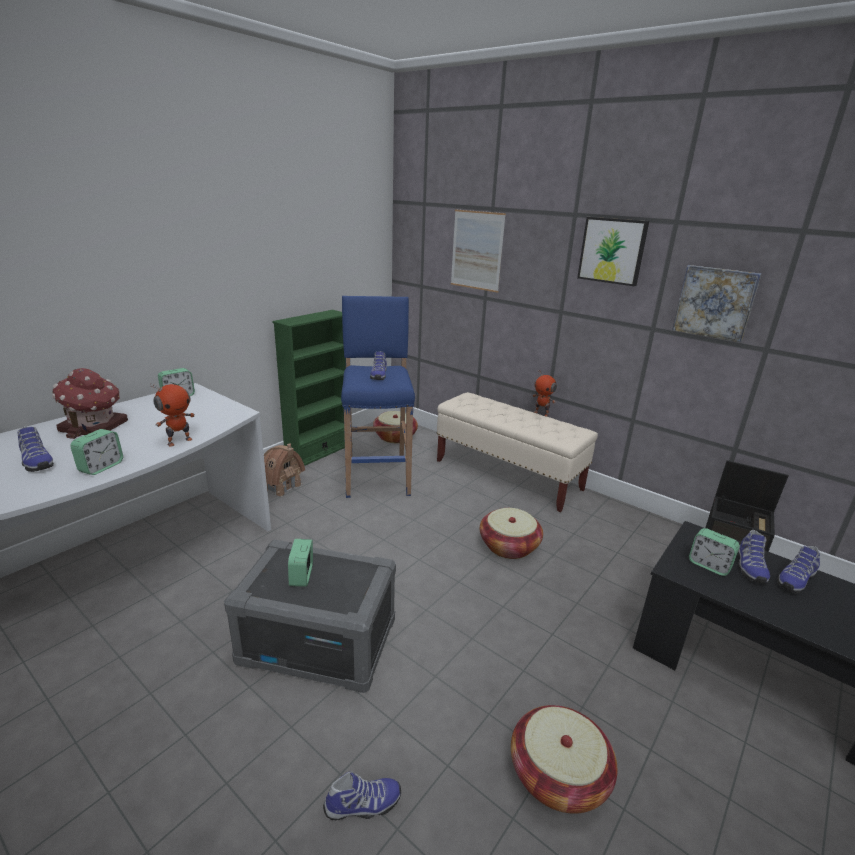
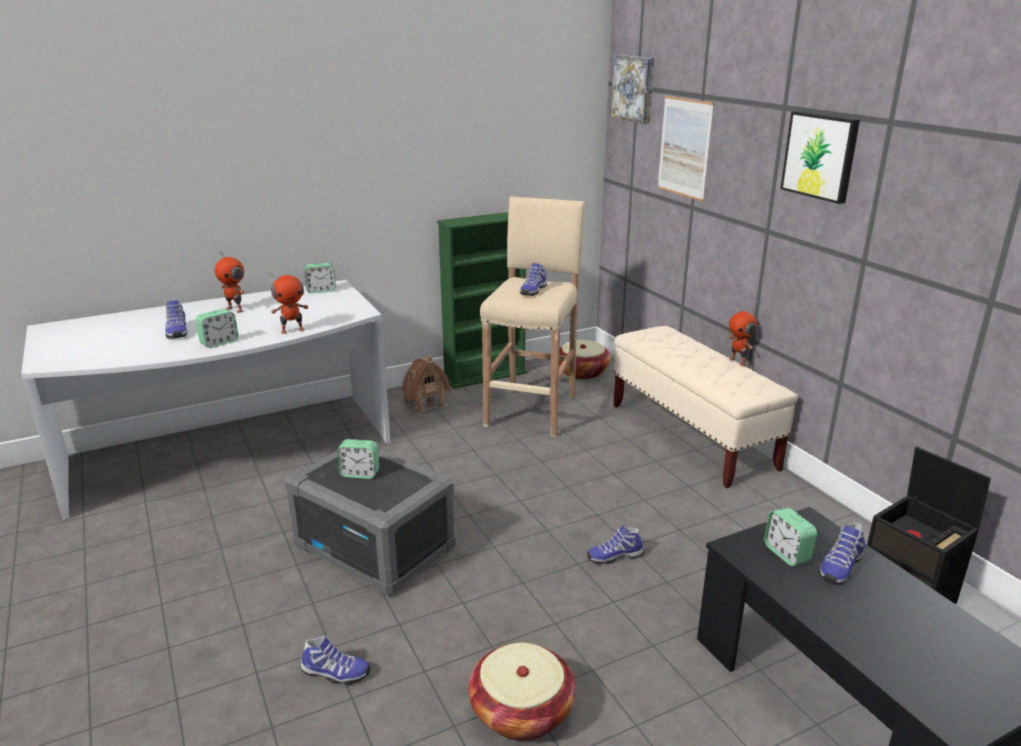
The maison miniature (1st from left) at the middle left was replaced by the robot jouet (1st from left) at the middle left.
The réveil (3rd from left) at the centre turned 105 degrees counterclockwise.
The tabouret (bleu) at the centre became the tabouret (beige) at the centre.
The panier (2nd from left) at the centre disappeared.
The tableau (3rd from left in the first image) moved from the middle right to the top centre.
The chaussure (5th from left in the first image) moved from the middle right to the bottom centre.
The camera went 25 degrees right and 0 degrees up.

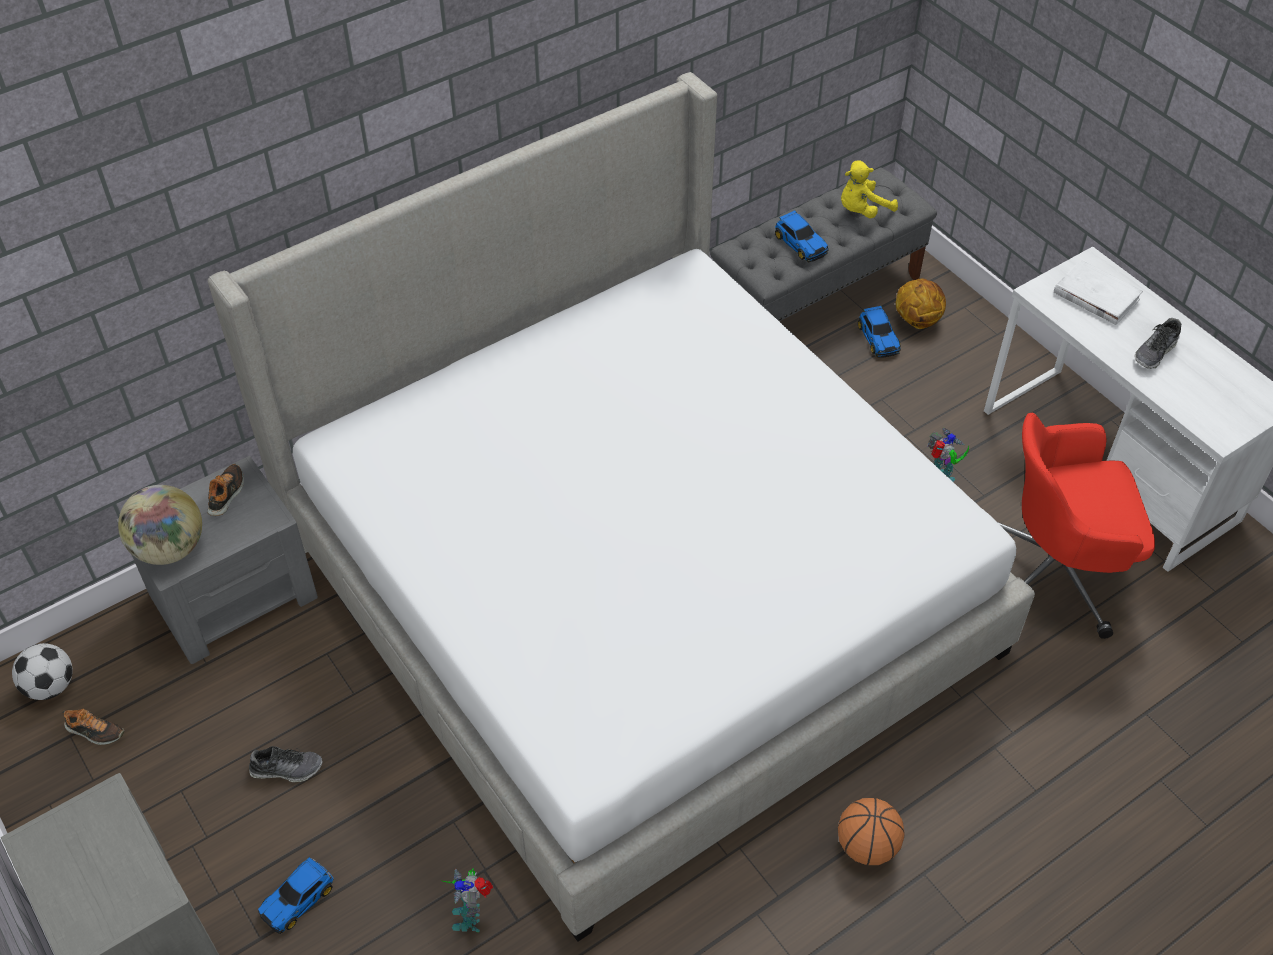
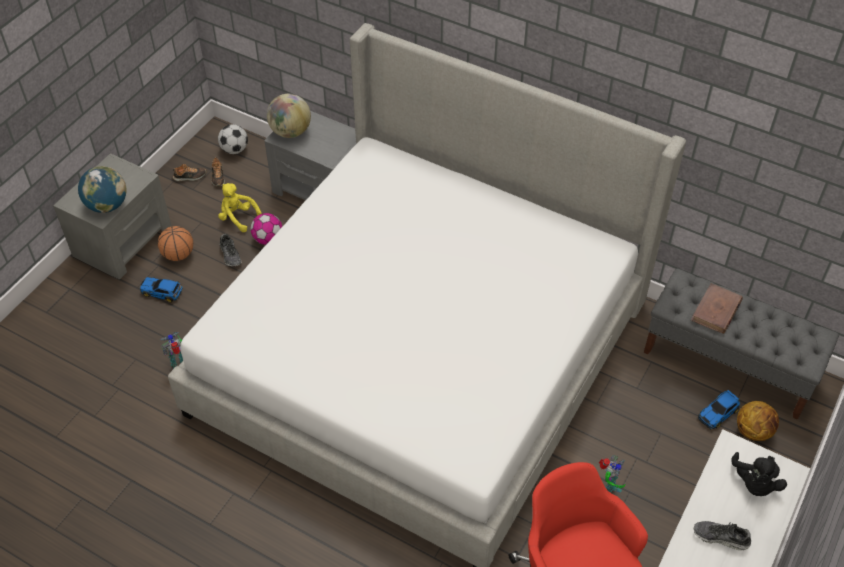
The chaussure (2nd from left in the first image) moved from the middle left to the top left.
The petite voiture (2nd from left) at the top centre was replaced by the livre (marron) at the middle right.
The ballon de basket (1st from left) moved from the bottom right to the middle left.
The peluche (jaune) moved from the top right to the middle left.
The livre (blanc) at the top right was replaced by the peluche (noir) at the bottom right.
The globe (1st from left) at the middle left appeared.
The ballon de foot (2nd from left) at the middle left appeared.
The camera went 65 degrees right and 0 degrees up.

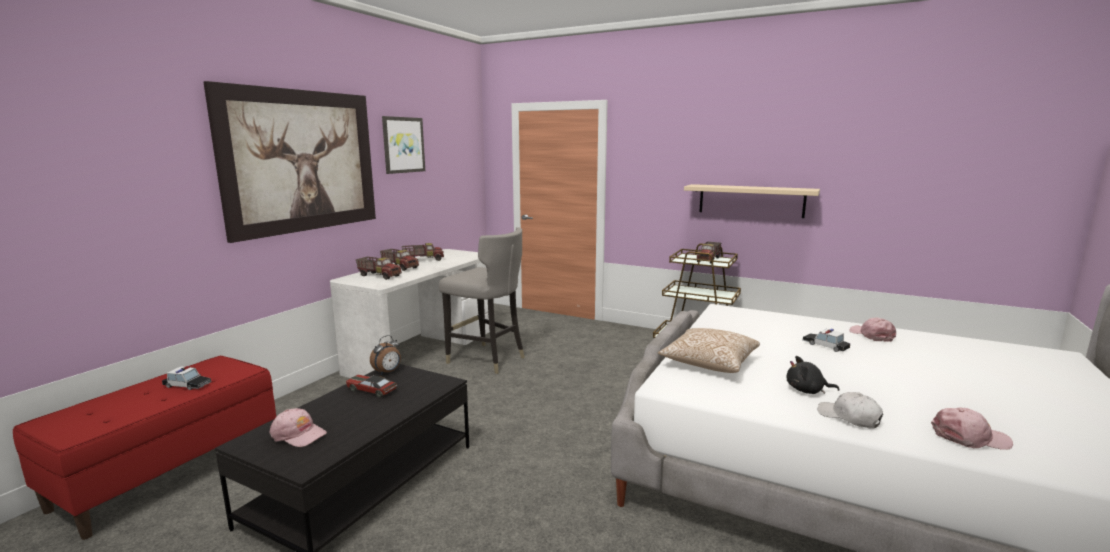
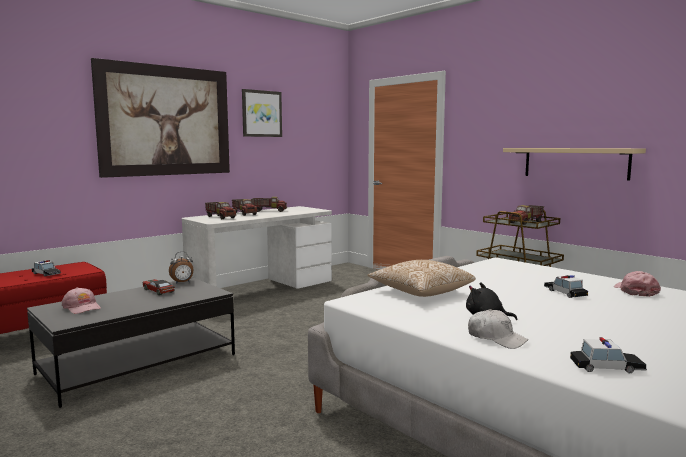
The tabouret (gris) at the centre disappeared.
The casquette (blanc) at the bottom right turned 150 degrees clockwise.
The casquette (rose) (3rd from left) at the bottom right was replaced by the petite voiture (4th from left) at the bottom right.
The camera went 20 degrees right and 5 degrees down.

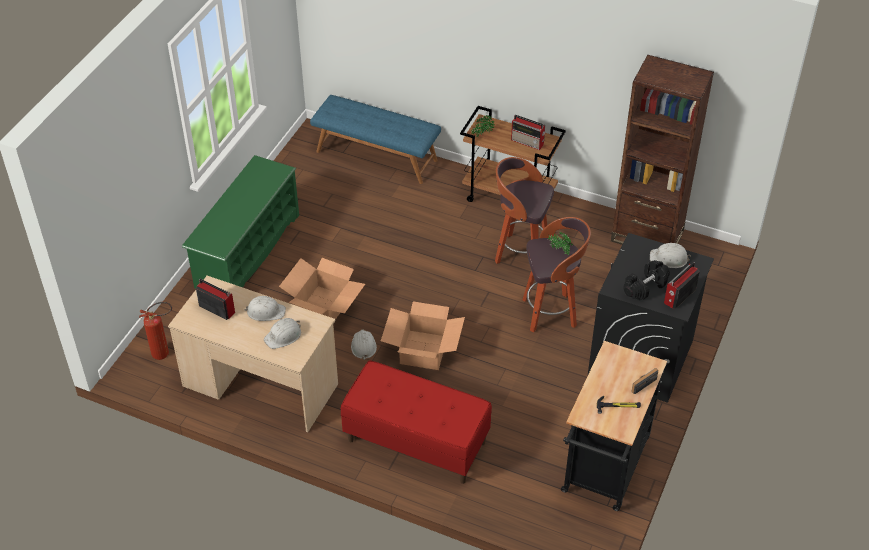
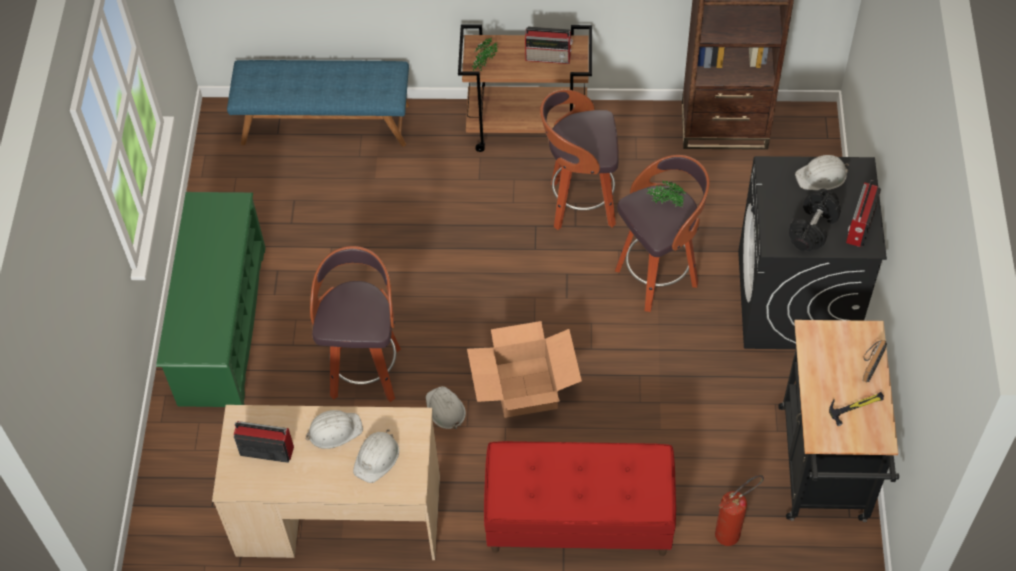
The extincteur moved from the middle left to the bottom right.
The carton (1st from left) at the centre was replaced by the tabouret (1st from left) at the centre.
The camera went 20 degrees left and 10 degrees up.

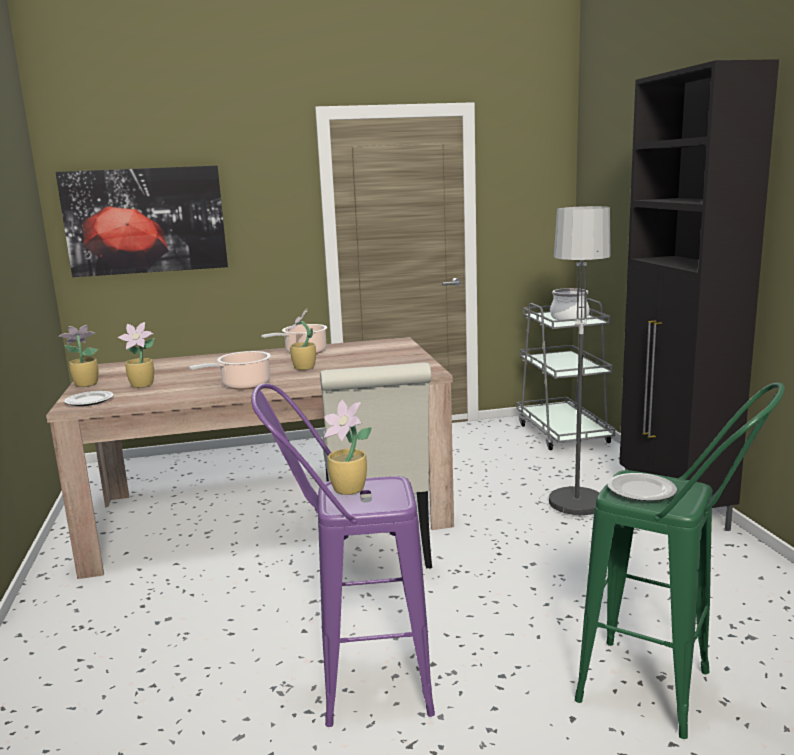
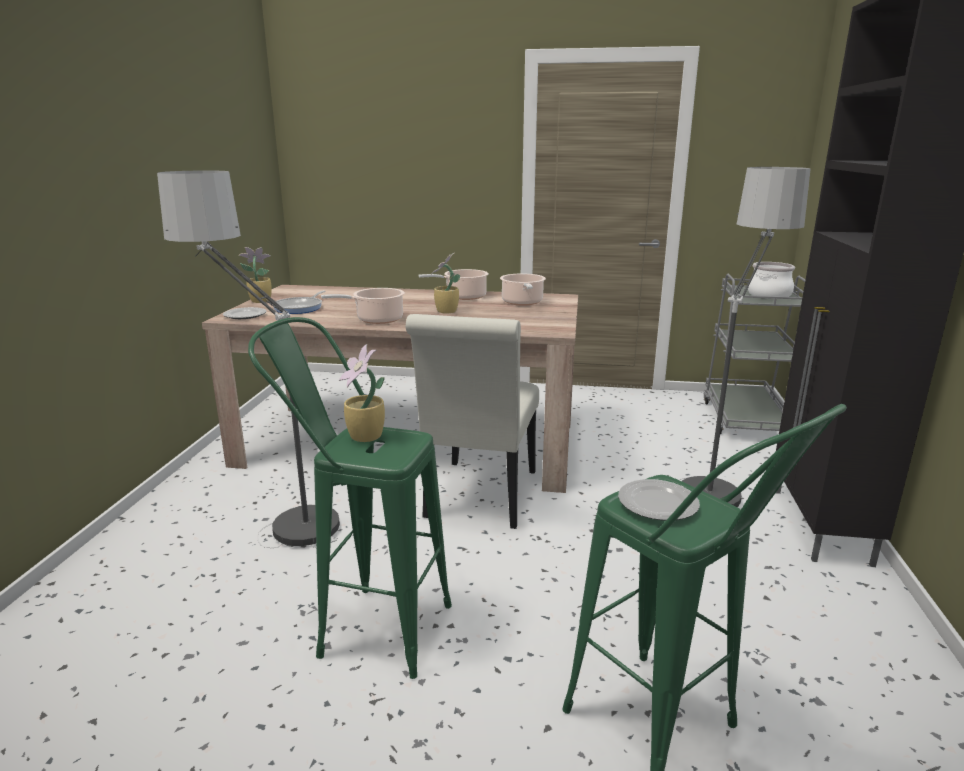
The tableau at the top left disappeared.
The plante en pot (2nd from left) at the middle left was replaced by the poêle at the middle left.
The tabouret (violet) at the bottom centre became the tabouret (vert) (1st from left) at the centre.
The lampadaire (1st from left) at the middle left appeared.
The marmite (3rd from left) at the centre appeared.
The camera went 20 degrees right and 5 degrees up.

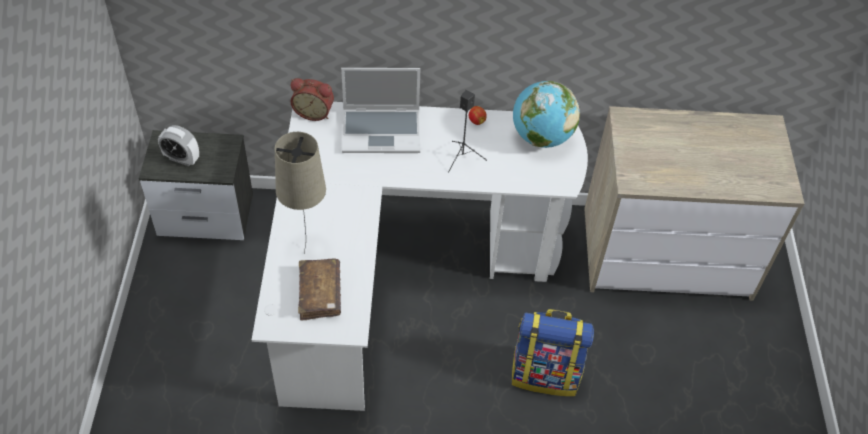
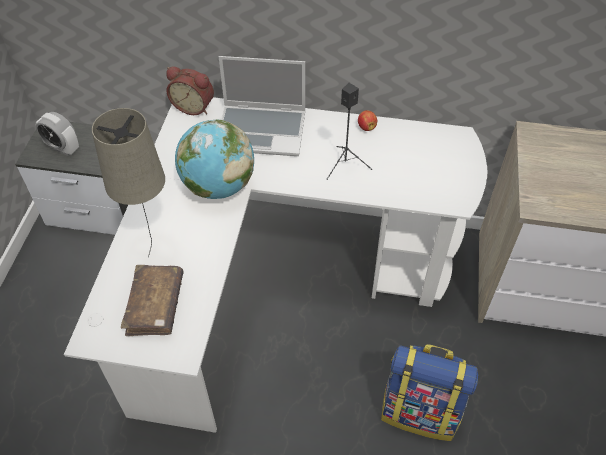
The globe moved from the top centre to the centre.
The camera went 10 degrees right and 0 degrees up.

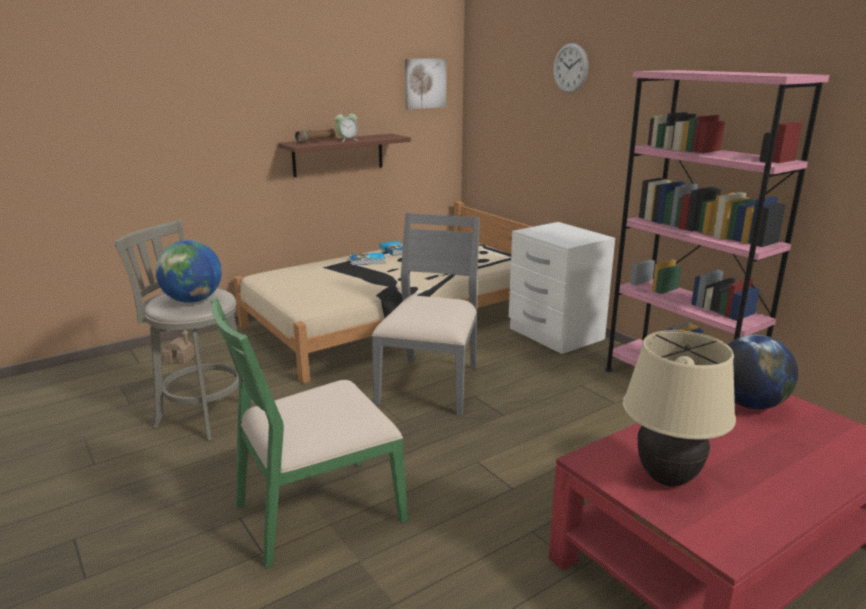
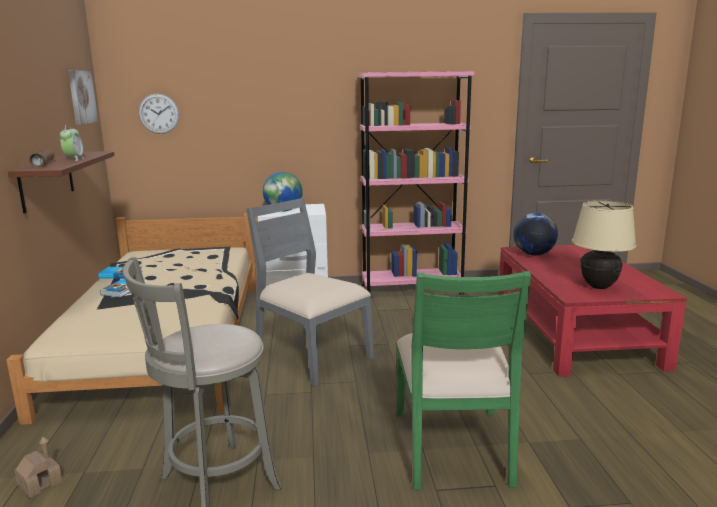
The globe (1st from left) moved from the middle left to the centre.
The horloge murale moved from the top centre to the top left.
The camera went 60 degrees left and 5 degrees down.

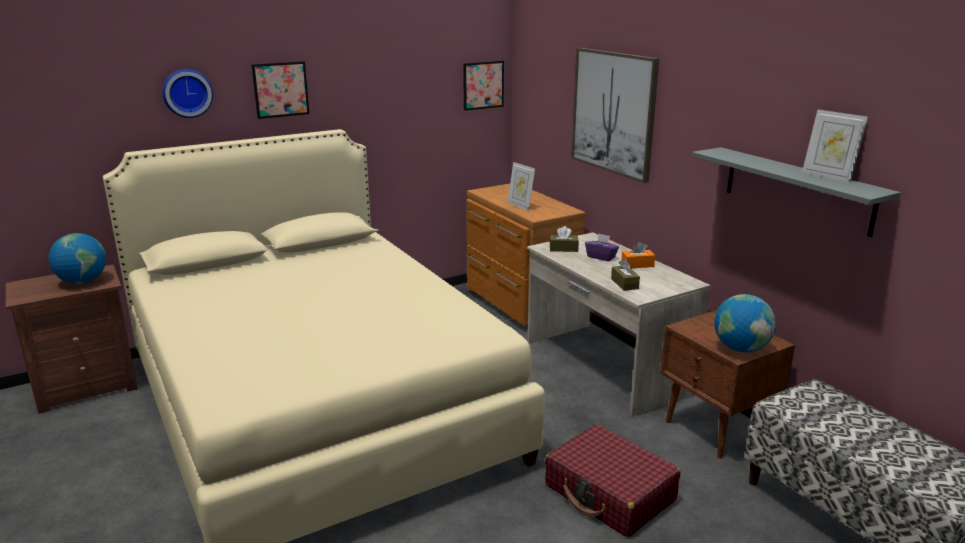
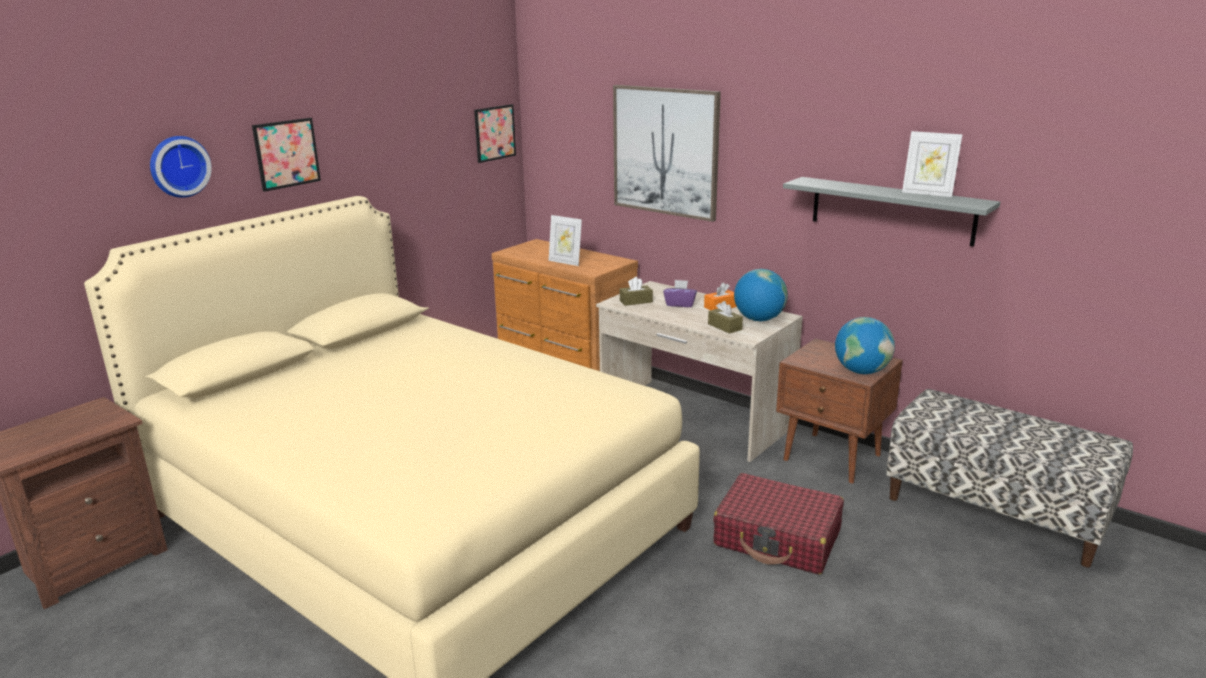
The globe (1st from left) moved from the middle left to the centre.
The camera went 20 degrees left and 0 degrees up.

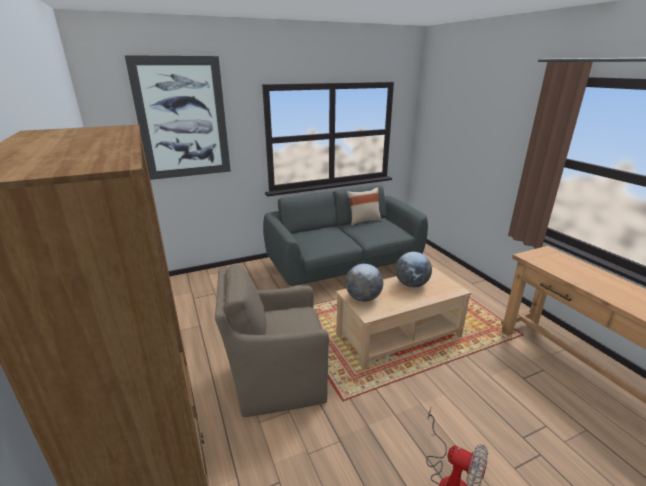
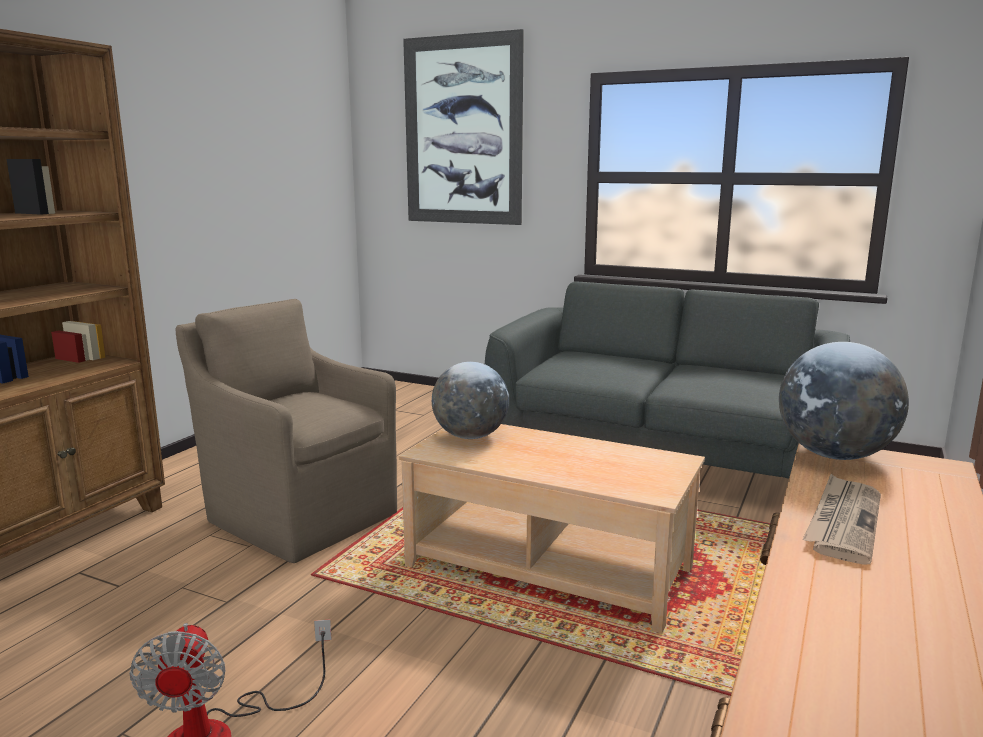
The coussin (beige) at the centre disappeared.
The globe (2nd from left) moved from the centre to the middle right.
The journal at the bottom right appeared.
The camera went 50 degrees right and 10 degrees down.

